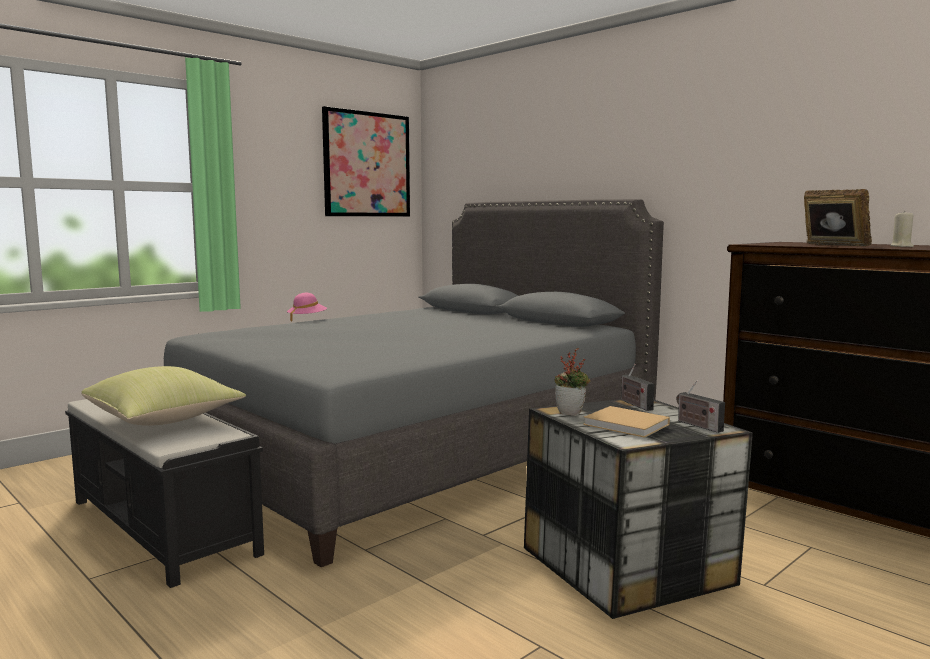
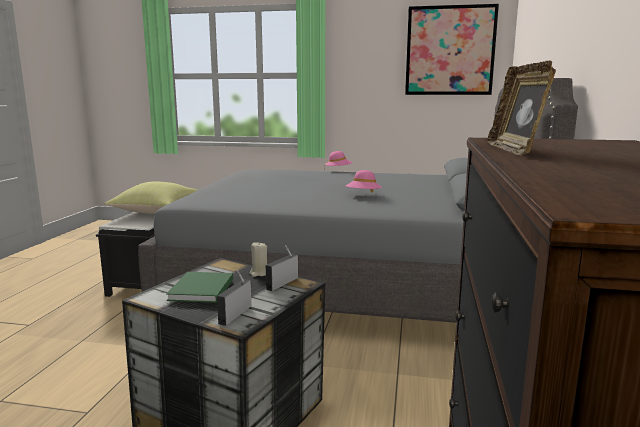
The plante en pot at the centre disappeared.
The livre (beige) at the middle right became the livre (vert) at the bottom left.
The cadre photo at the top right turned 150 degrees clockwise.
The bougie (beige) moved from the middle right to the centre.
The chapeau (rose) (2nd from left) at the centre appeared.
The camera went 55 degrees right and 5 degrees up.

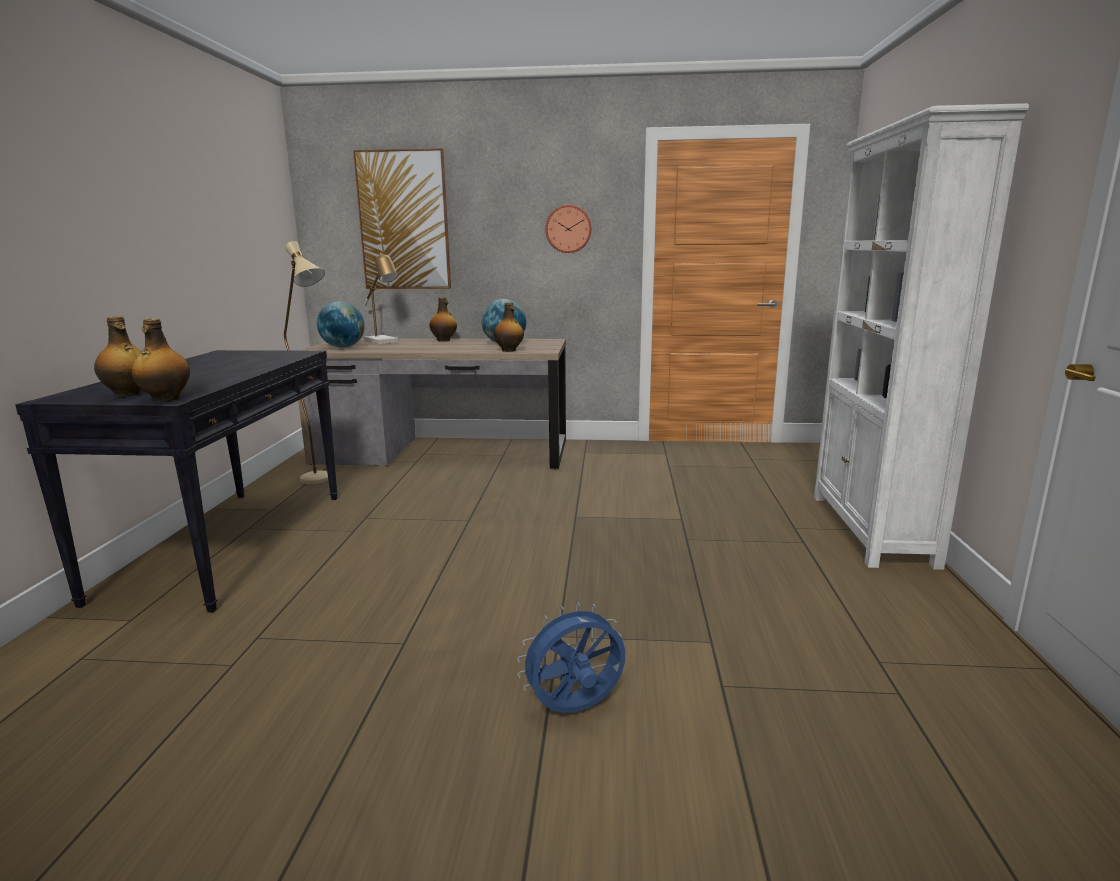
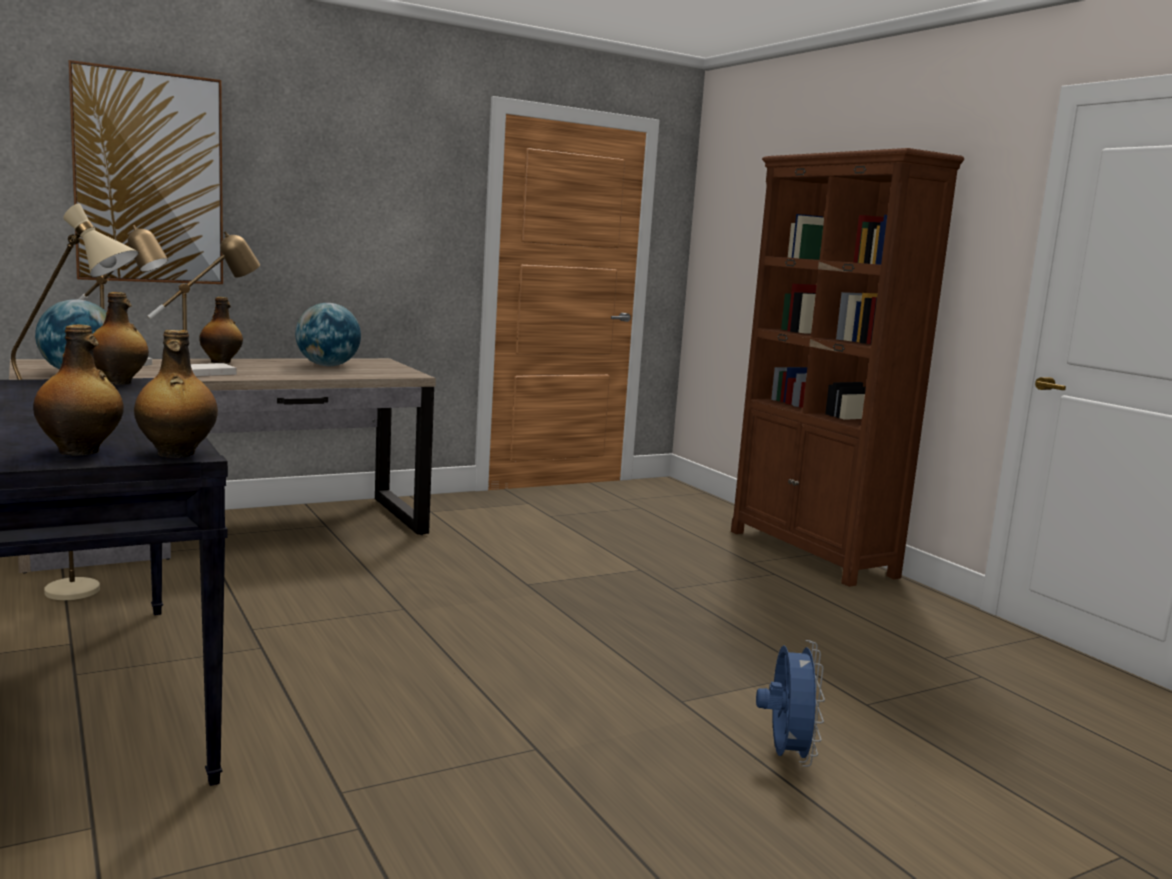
The bouteille (4th from left in the first image) moved from the centre to the middle left.
The ventilateur (bleu) at the bottom centre turned 150 degrees clockwise.
The horloge murale at the top centre disappeared.
The bibliothèque (blanc) at the middle right became the bibliothèque (marron) at the middle right.
The lampe de table (2nd from left) at the middle left appeared.
The camera went 35 degrees left and 5 degrees down.

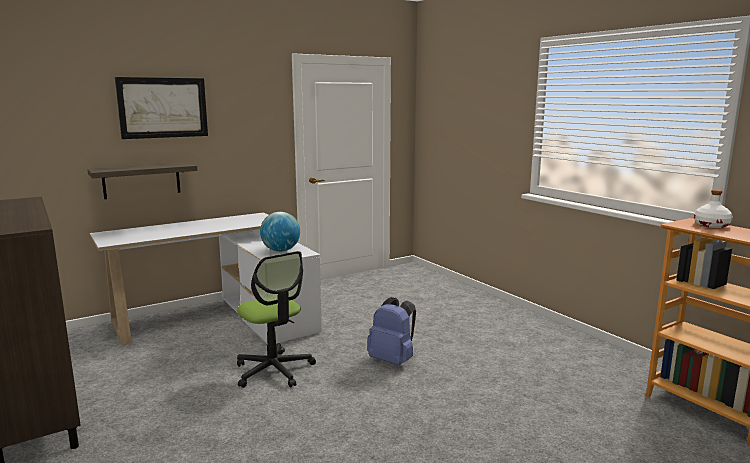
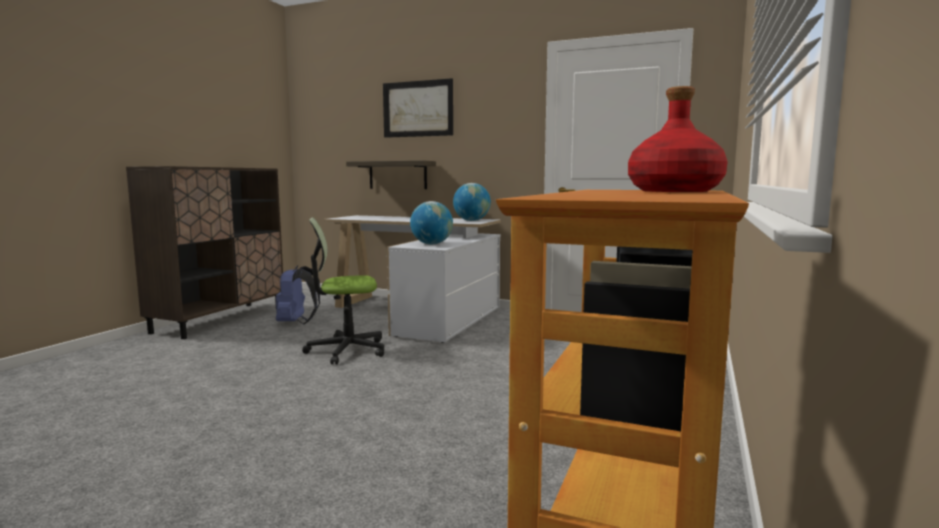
The chaise de bureau at the bottom centre turned 60 degrees clockwise.
The sac à dos (bleu) moved from the bottom centre to the middle left.
The bouteille (blanc) at the middle right became the bouteille (rouge) at the top right.
The globe (2nd from left) at the centre appeared.
The camera went 55 degrees right and 5 degrees down.

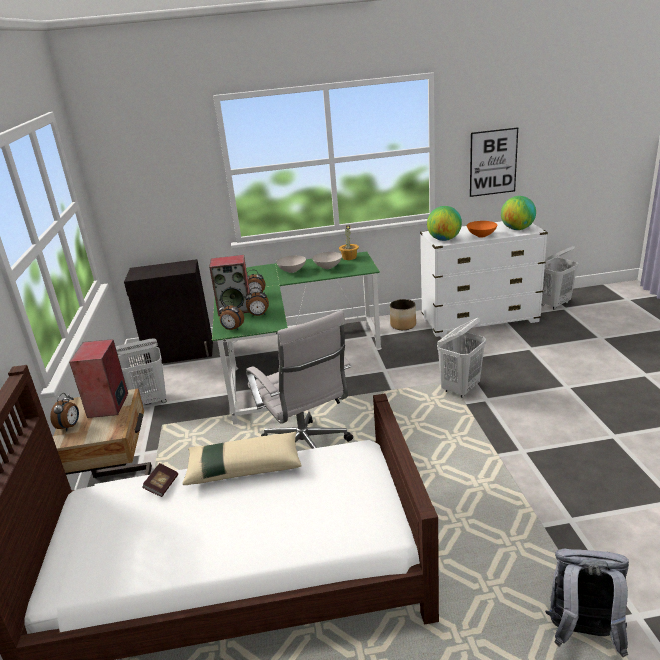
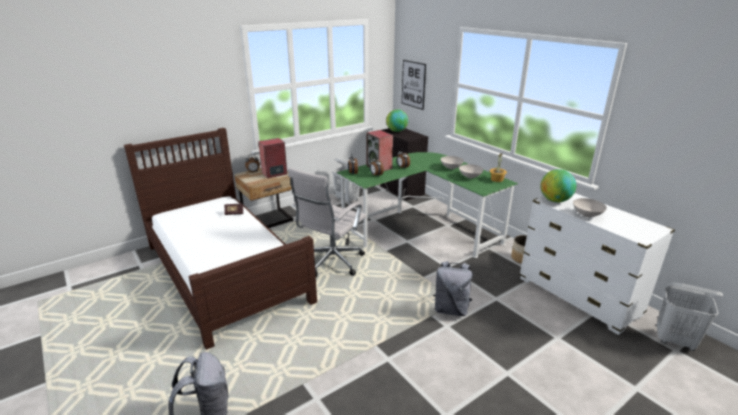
The coussin (beige) at the bottom centre disappeared.
The panier à linge (blanc) (2nd from left) at the middle right was replaced by the sac à dos (gris) (2nd from left) at the bottom centre.
The bol (orange) at the middle right became the bol (blanc) (3rd from left) at the middle right.
The tableau moved from the top right to the top centre.
The globe (2nd from left in the first image) moved from the top right to the top centre.
The camera went 60 degrees right and 0 degrees up.

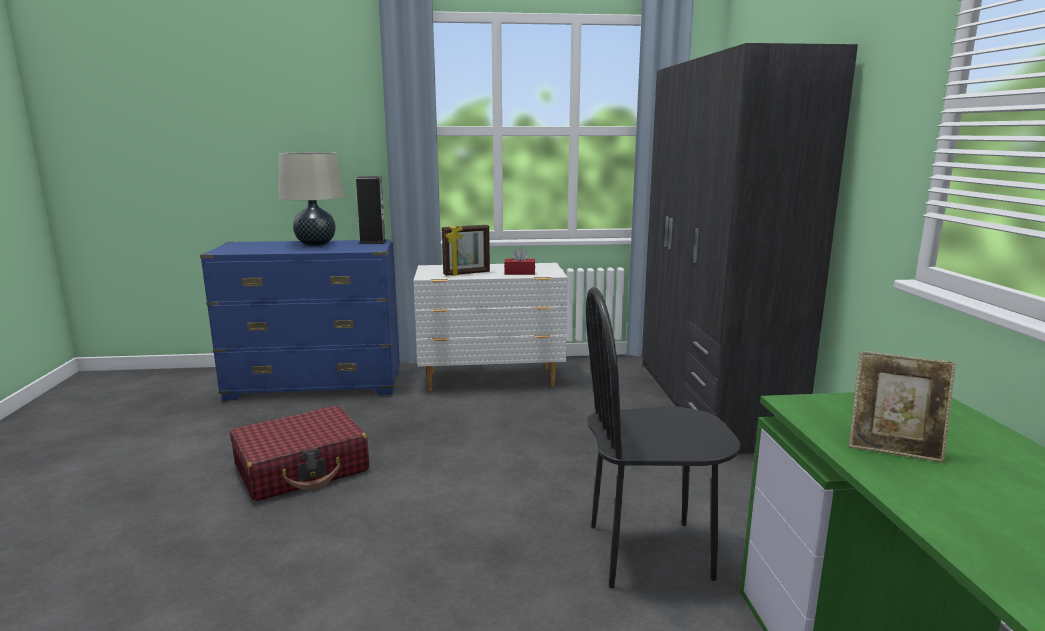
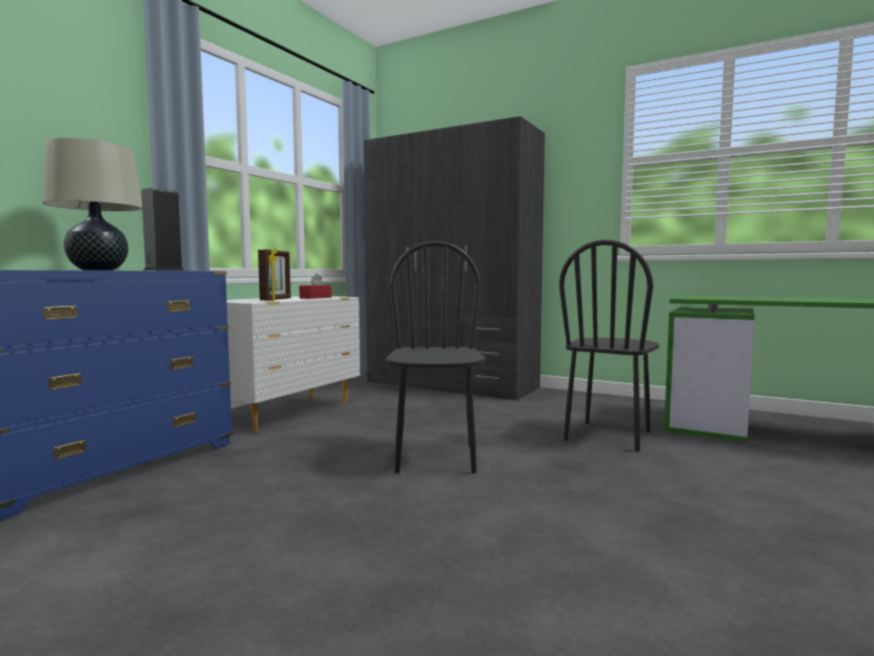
The valise (rouge) at the bottom left disappeared.
The cadre photo (2nd from left) at the middle right disappeared.
The chaise (noir) (1st from left) at the centre appeared.
The camera went 55 degrees left and 10 degrees down.

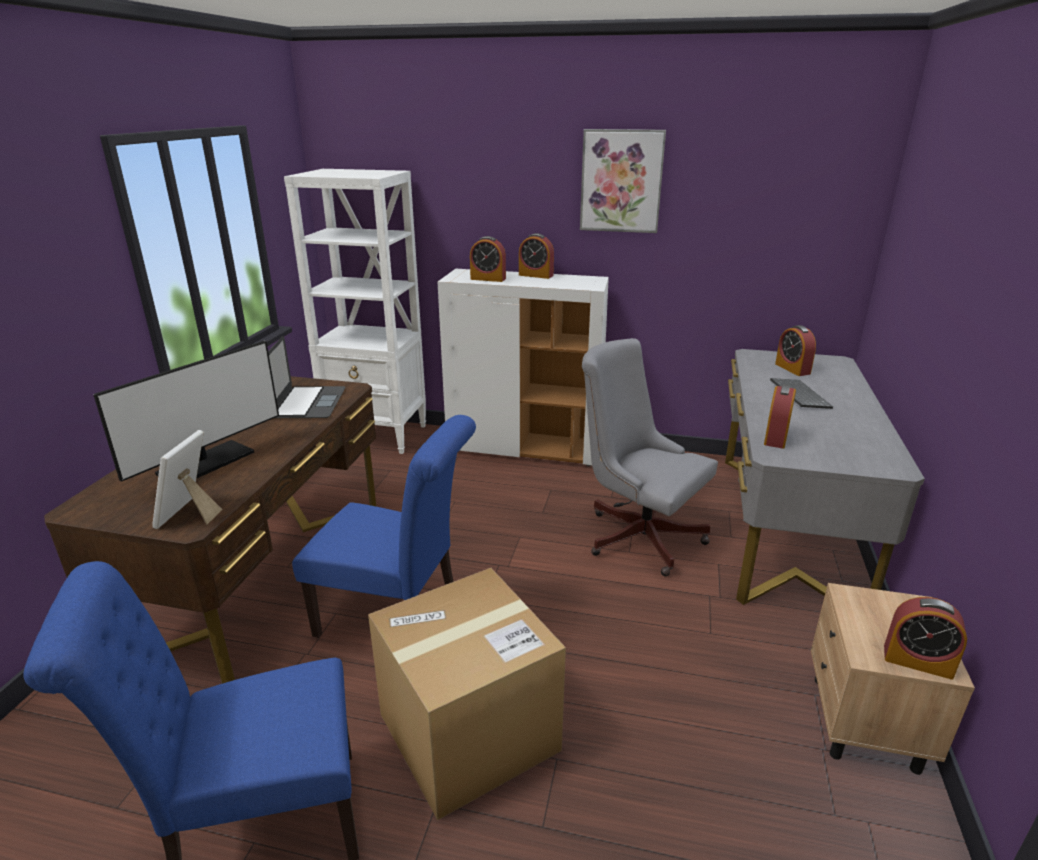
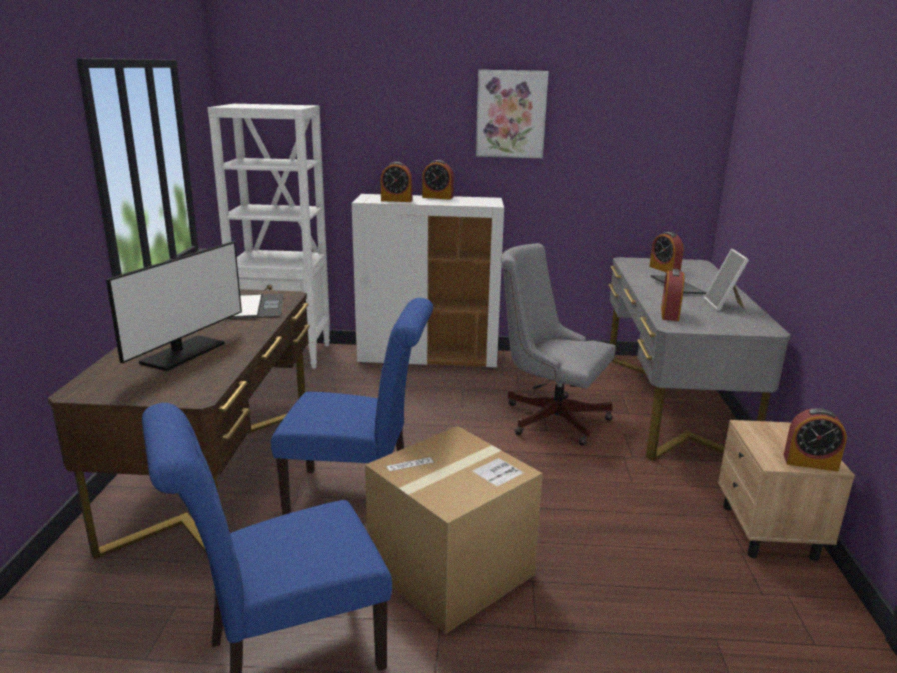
The cadre photo moved from the middle left to the middle right.
The camera went 10 degrees left and 5 degrees down.

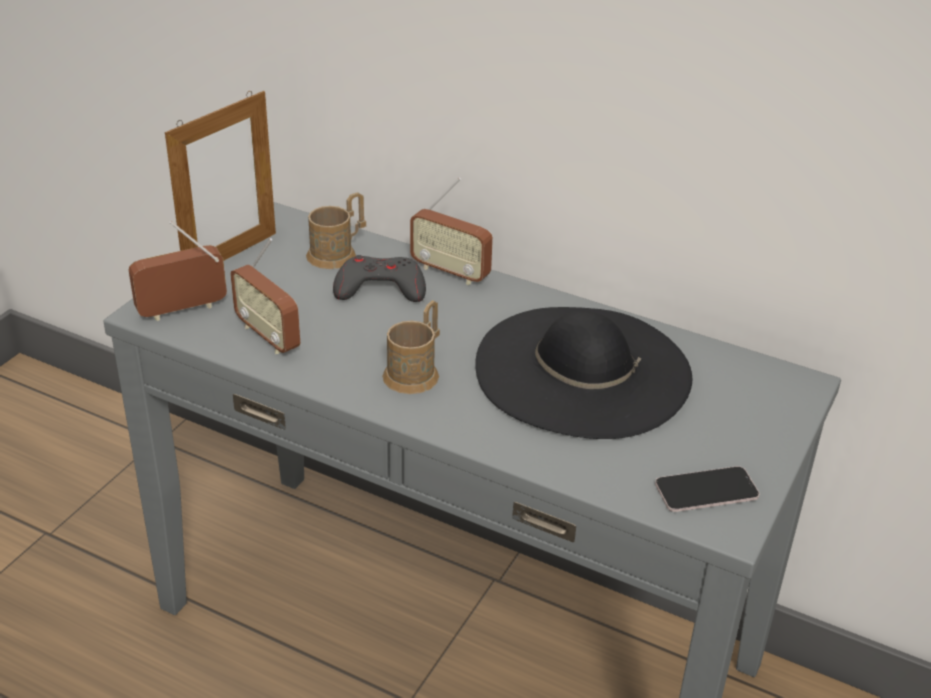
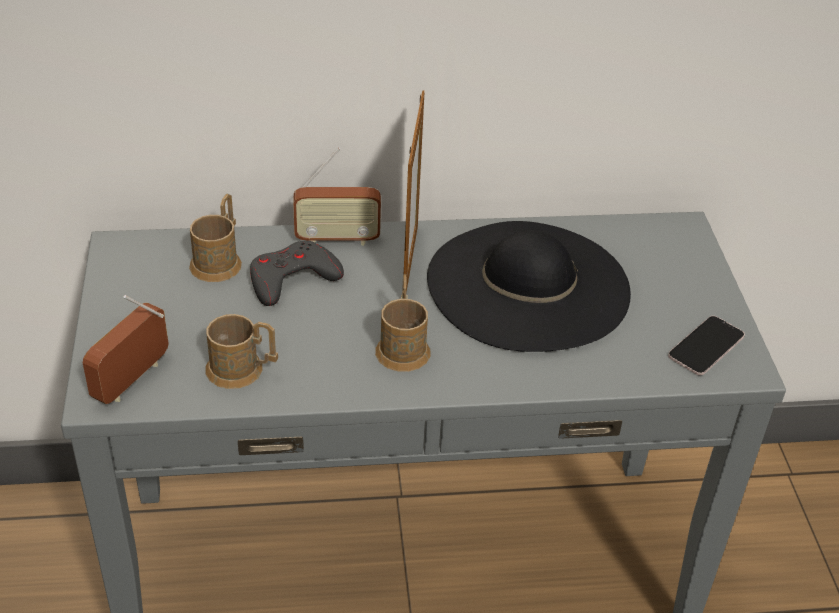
The cadre photo moved from the top left to the top centre.
The radio (2nd from left) at the middle left was replaced by the mug (marron) (2nd from left) at the middle left.
The camera went 35 degrees left and 5 degrees up.

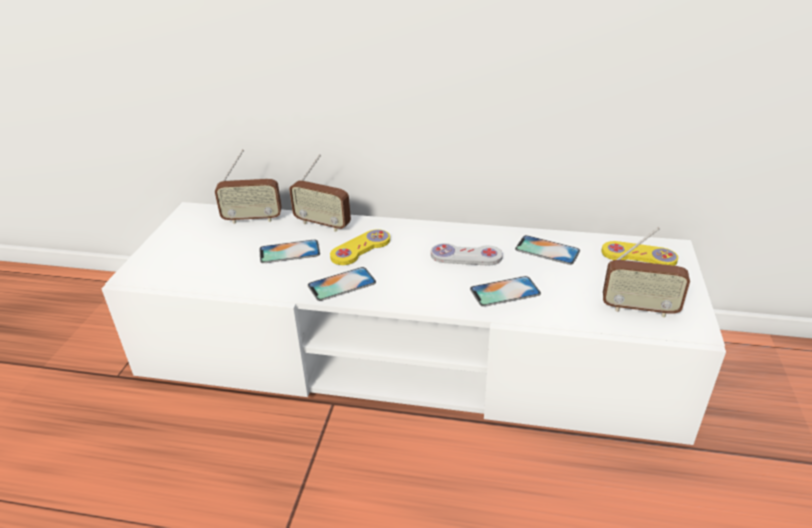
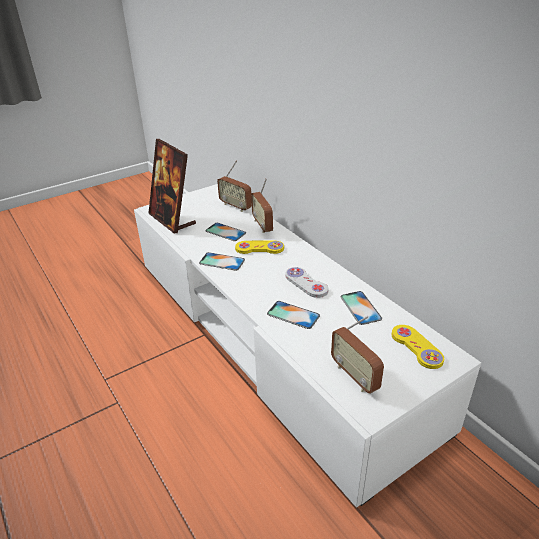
The cadre photo at the middle left appeared.
The camera went 45 degrees right and 0 degrees up.

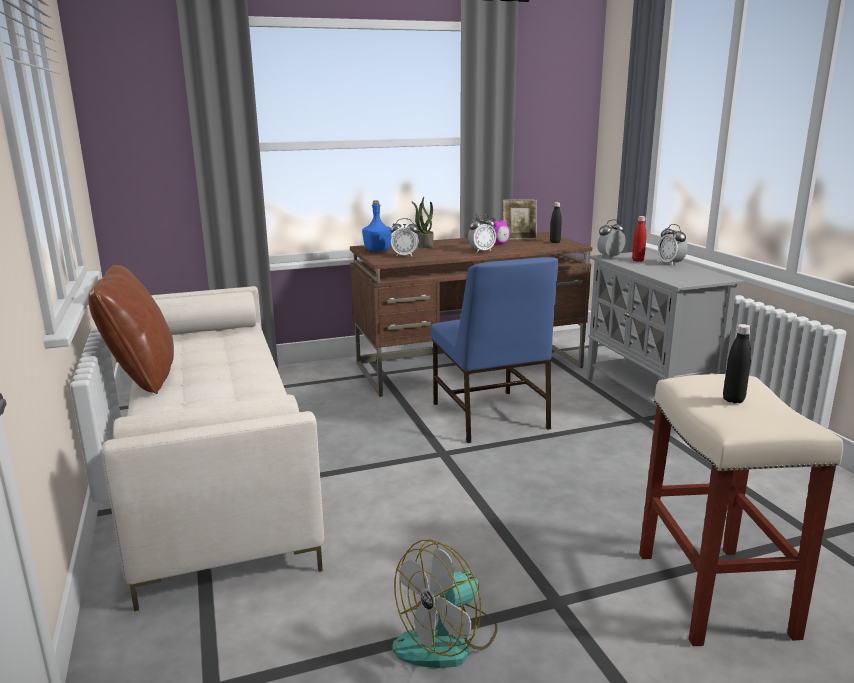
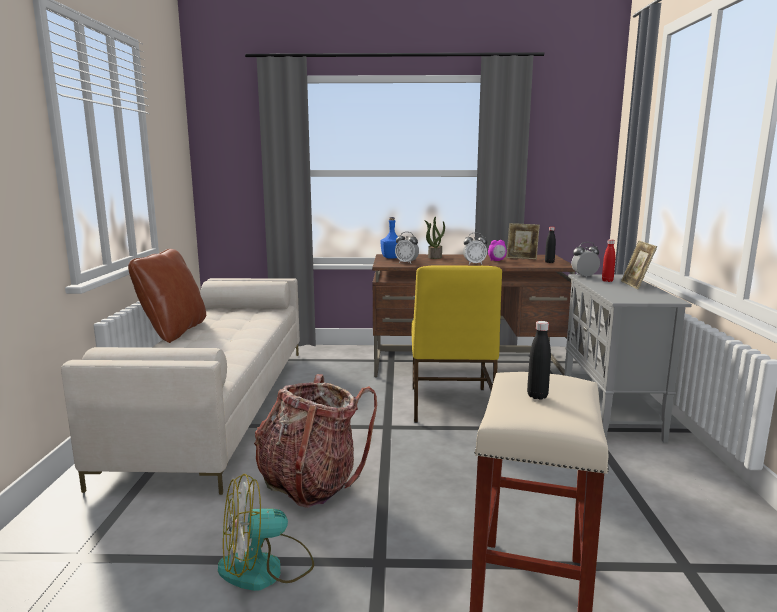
The chaise (bleu) at the centre became the chaise (jaune) at the centre.
The réveil (5th from left) at the middle right was replaced by the cadre photo (2nd from left) at the middle right.
The sac à dos at the bottom centre appeared.
The camera went 20 degrees right and 5 degrees down.

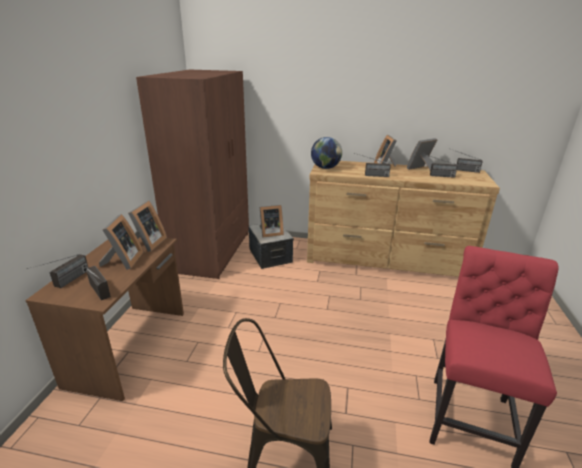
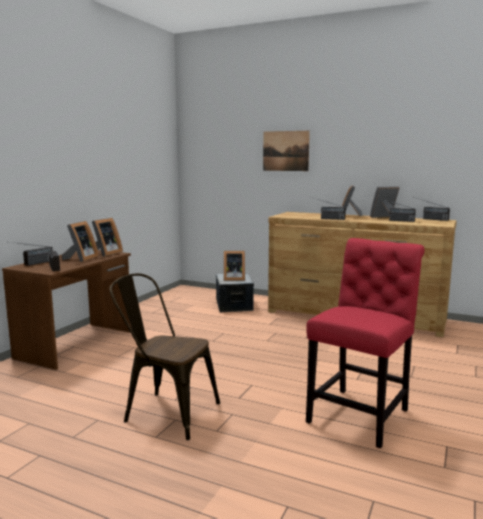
The armoire (marron) at the middle left disappeared.
The globe at the top centre disappeared.
The tableau at the top centre appeared.
The camera went 15 degrees right and 15 degrees down.

